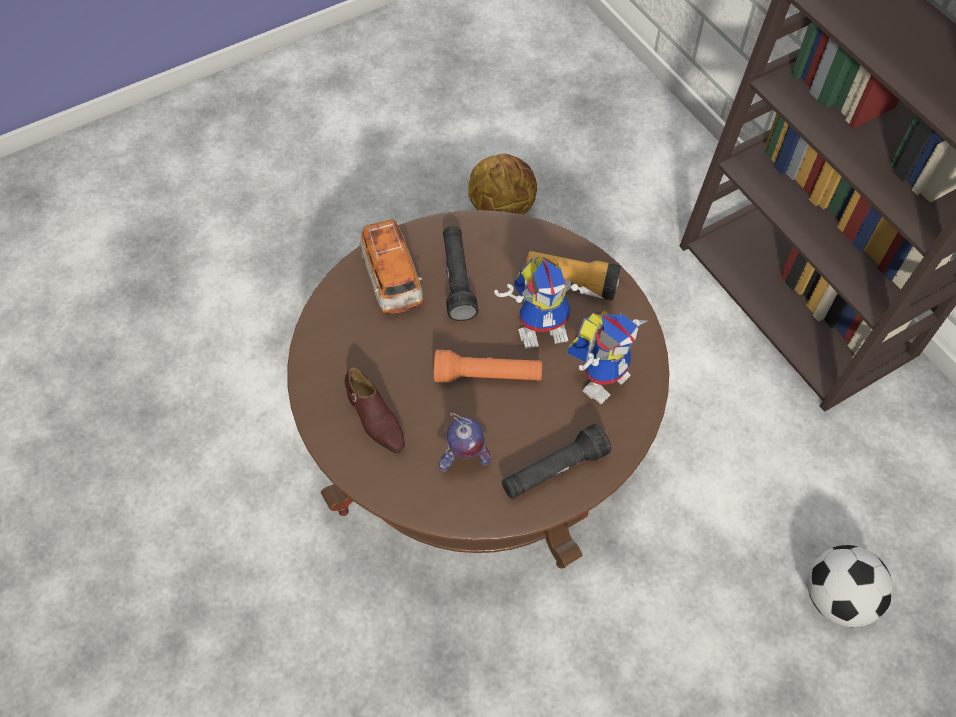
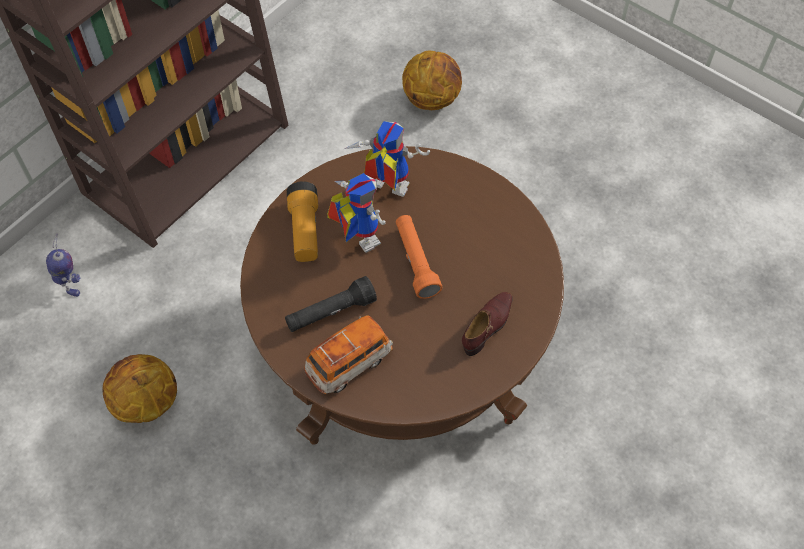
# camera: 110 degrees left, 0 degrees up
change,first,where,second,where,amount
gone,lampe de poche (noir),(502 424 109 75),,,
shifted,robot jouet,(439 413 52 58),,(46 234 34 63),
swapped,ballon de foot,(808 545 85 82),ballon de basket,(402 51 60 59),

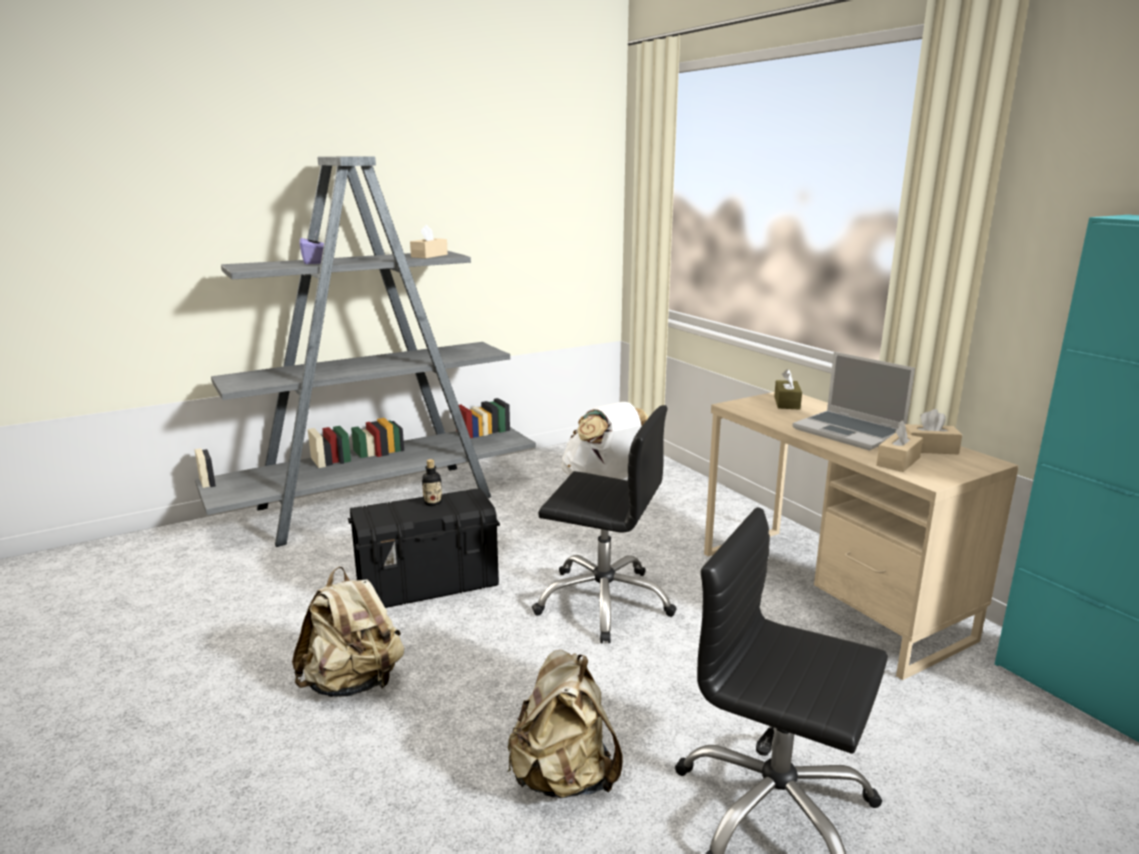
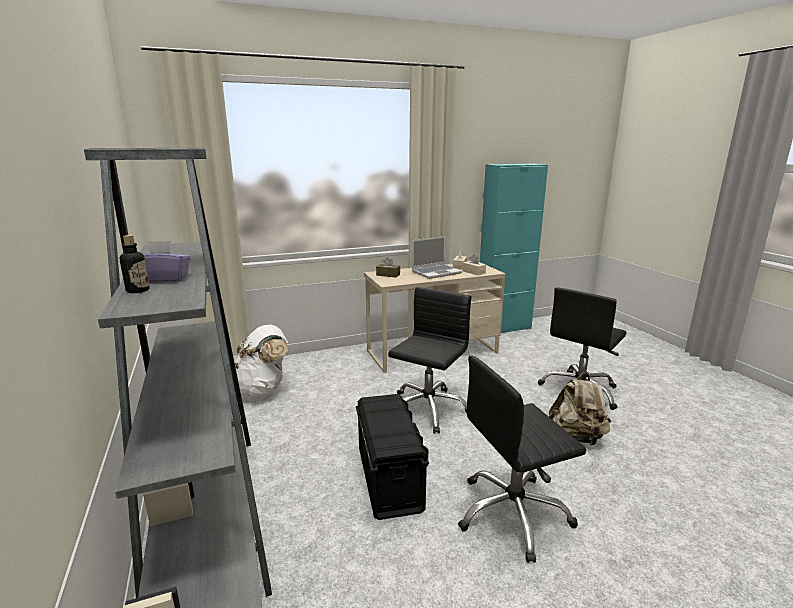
# camera: 80 degrees left, 0 degrees up
change,first,where,second,where,amount
gone,boîte à mouchoirs (beige),(410 225 38 33),,,
shifted,bouteille,(422 459 20 47),,(120 235 30 58),
swapped,sac à dos (beige),(292 567 112 130),chaise de bureau (noir),(458 356 128 207),

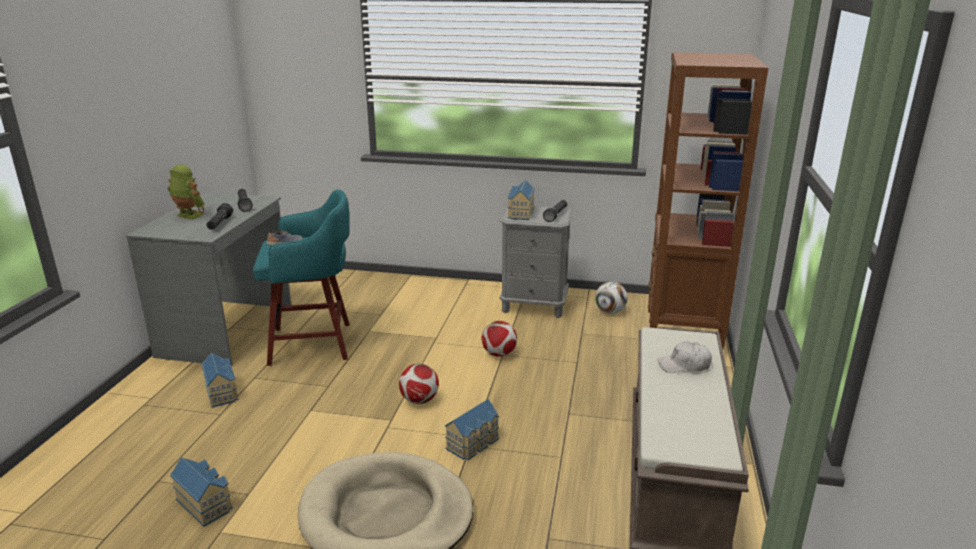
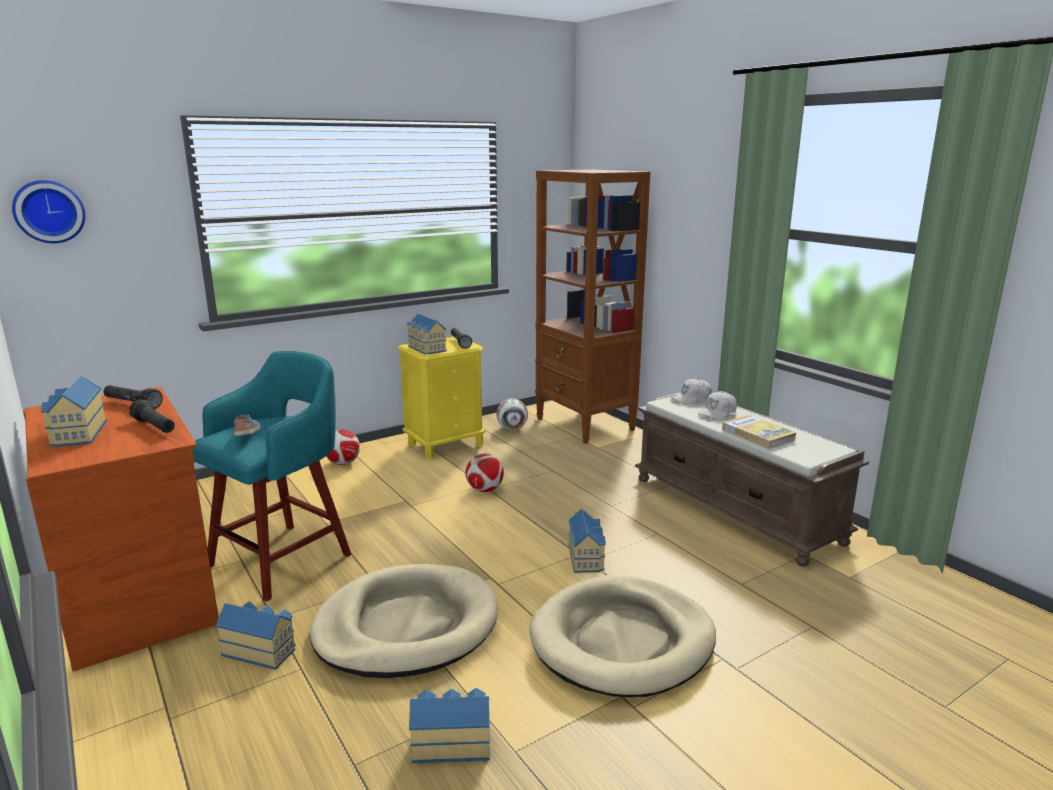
# camera: 45 degrees left, 5 degrees down
change,first,where,second,where,amount
new,,,horloge murale,(12 180 73 63),
new,,,panier pour chien (beige),(310 564 188 114),
new,,,casquette (blanc),(671 378 41 26),
new,,,livre,(722 415 74 34),
shifted,ballon de foot,(399 363 40 41),,(326 429 34 36),
swapped,robot jouet,(168 164 37 56),maison miniature,(41 375 66 72),
repainted,bureau (gris),(126 192 165 173),bureau (marron),(23 387 196 285),
repainted,table de chevet (gris),(499 206 74 112),table de chevet (jaune),(398 337 87 123),

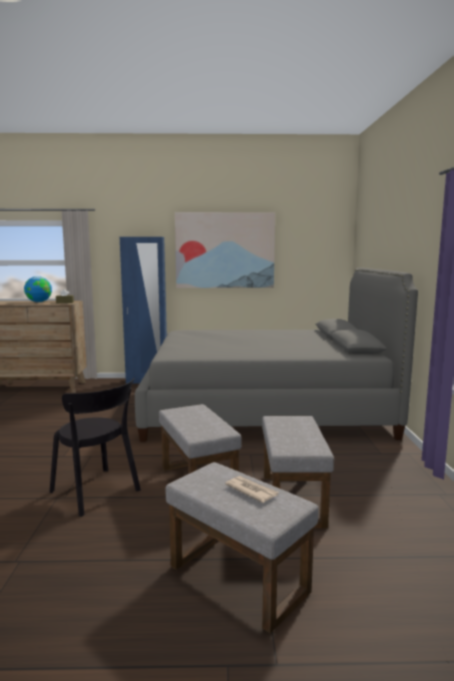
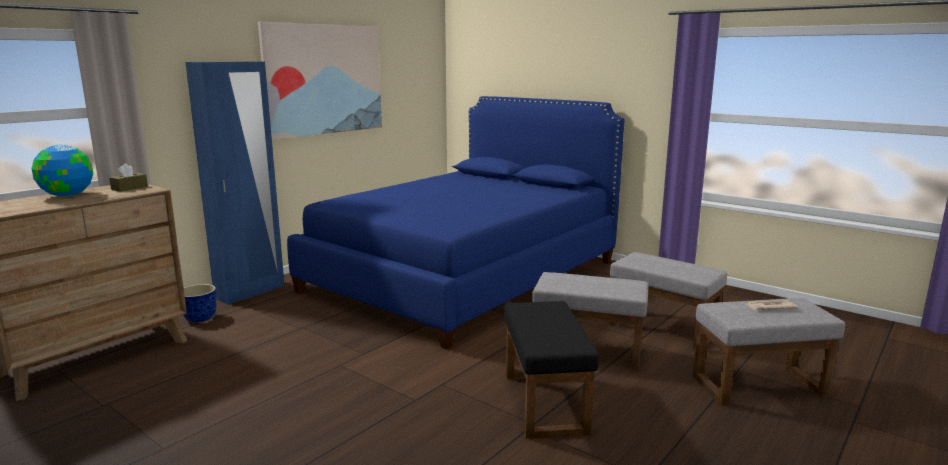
# camera: 50 degrees left, 5 degrees up
change,first,where,second,where,amount
new,,,cache-pot,(183 284 33 38),
swapped,chaise (noir),(49 378 92 139),pouf (noir),(504 301 95 138),
repainted,lit (gris),(135 268 283 174),lit (bleu),(287 96 338 254),

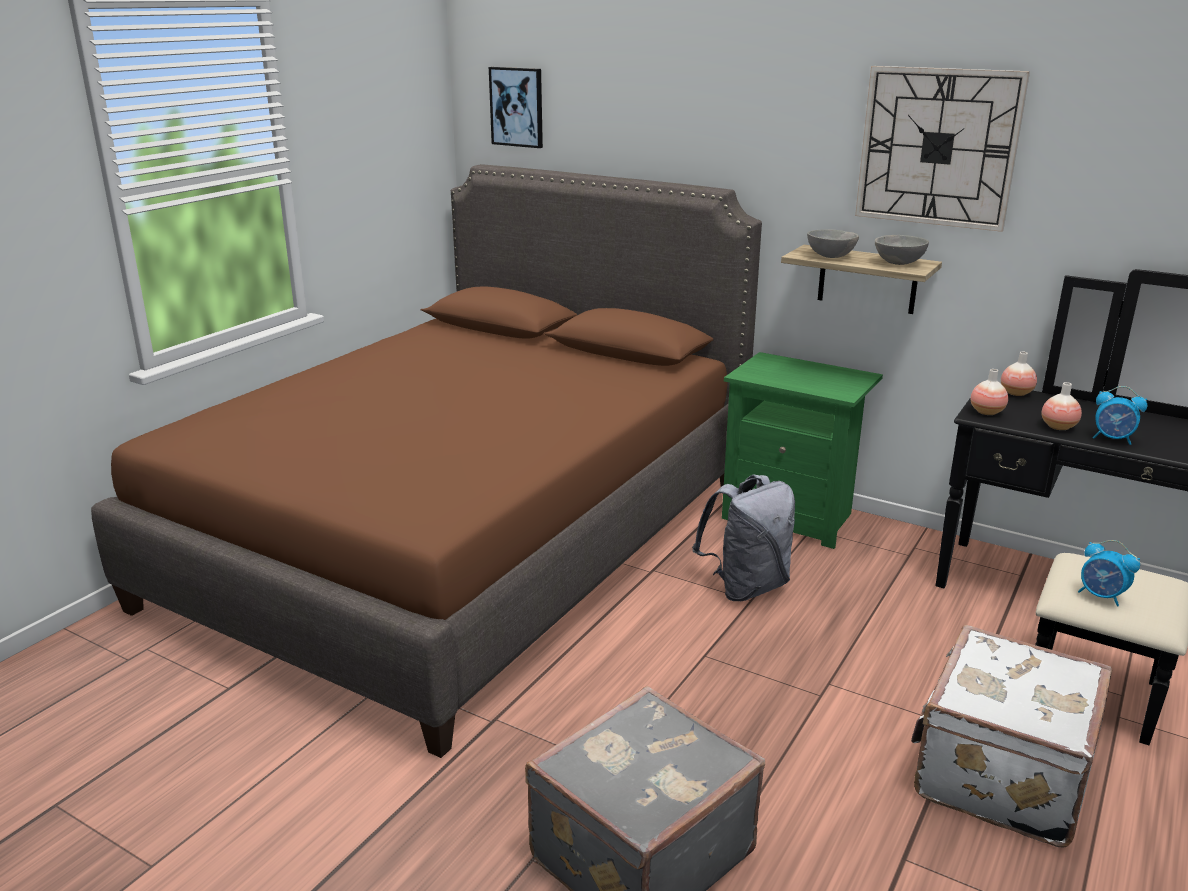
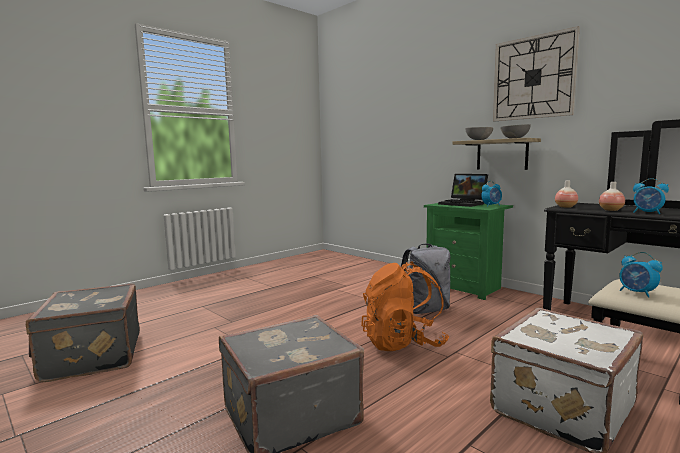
# camera: 15 degrees right, 15 degrees down
change,first,where,second,where,amount
gone,lit (marron),(91 164 671 594),,,
gone,tableau,(489 67 54 81),,,
gone,vase,(1001 352 36 44),,,
new,,,valise (gris),(26 284 114 98),
new,,,sac à dos (orange),(361 261 89 90),
new,,,ordinateur portable,(438 174 50 33),
new,,,réveil,(481 181 21 25),

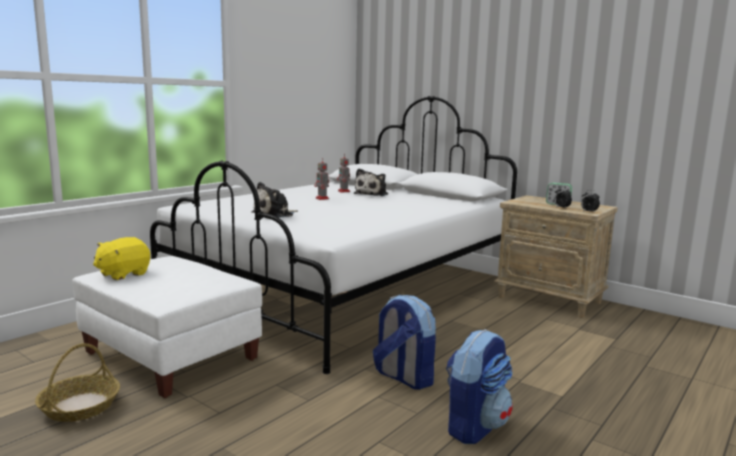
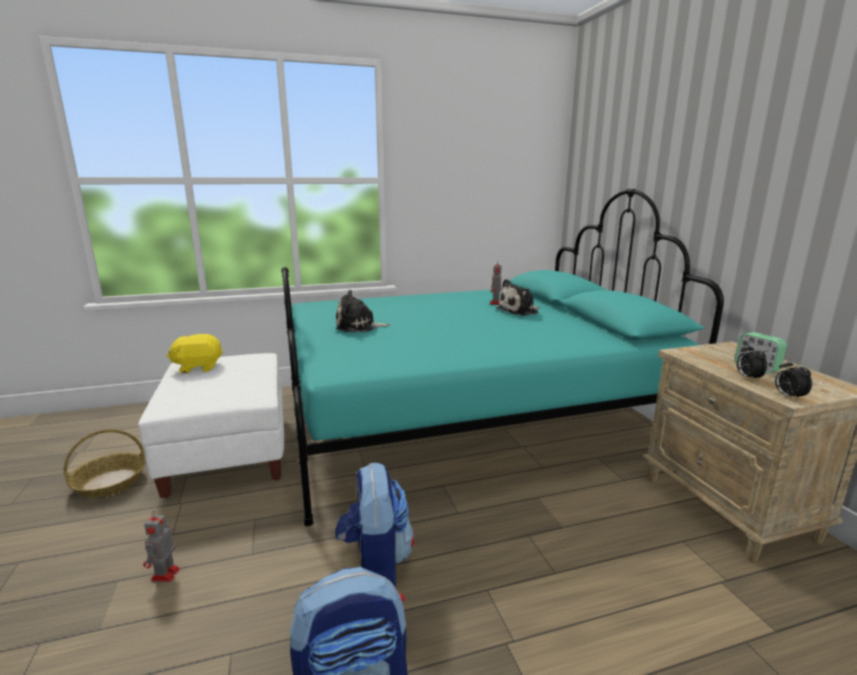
# camera: 35 degrees right, 5 degrees up
change,first,where,second,where,amount
shifted,robot jouet,(314 161 15 39),,(143 511 37 71),
repainted,lit (blanc),(150 96 367 278),lit (turquoise),(281 189 443 337),

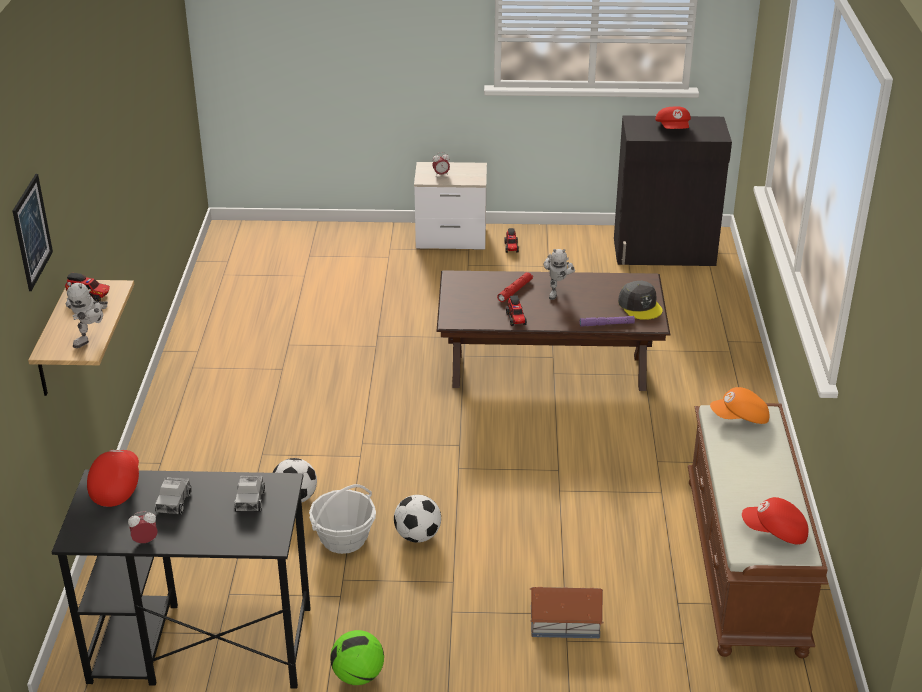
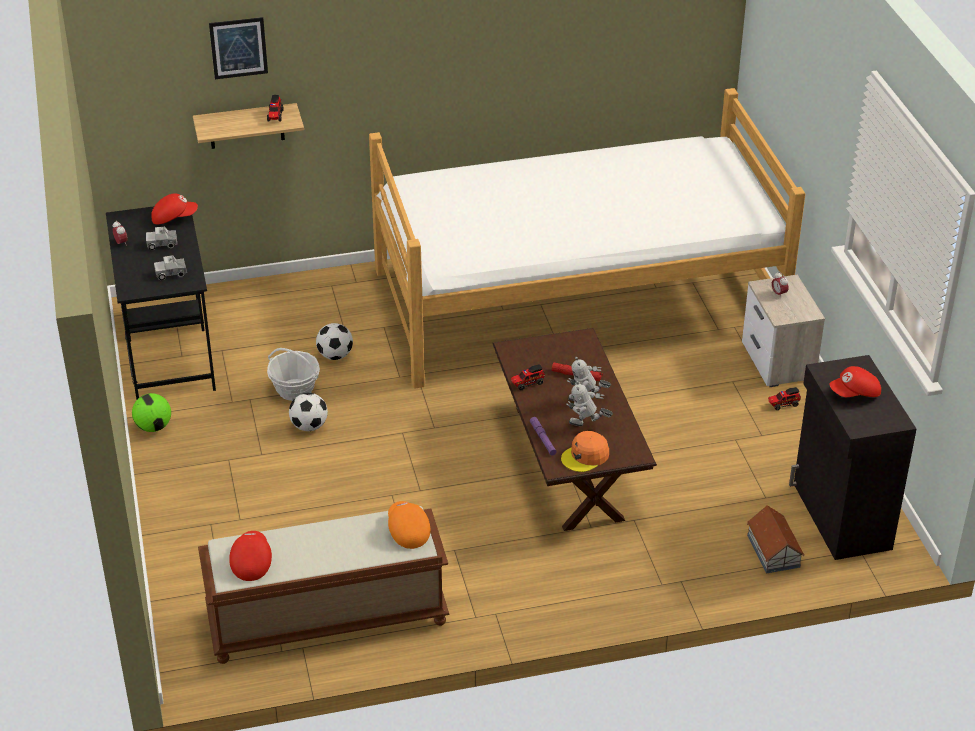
# camera: 75 degrees right, 5 degrees up
change,first,where,second,where,amount
new,,,lit,(369 88 437 301),
shifted,robot jouet,(66 282 42 66),,(566 381 47 46),
shifted,maison miniature,(530 587 74 51),,(747 505 57 68),
repainted,casquette (gris),(618 281 44 39),casquette (orange),(561 431 48 41),

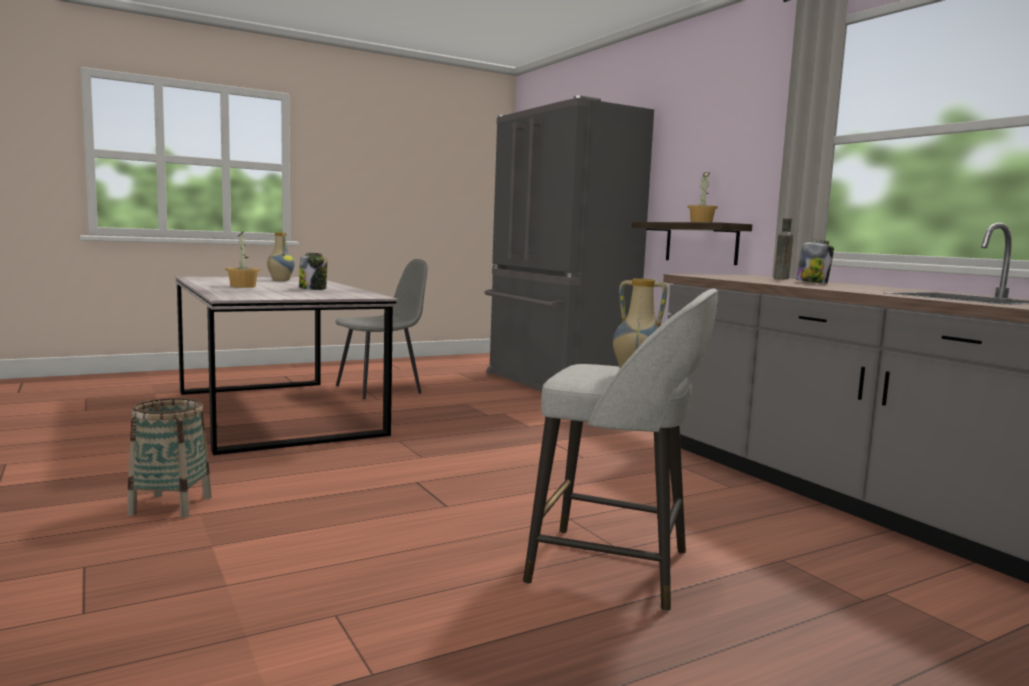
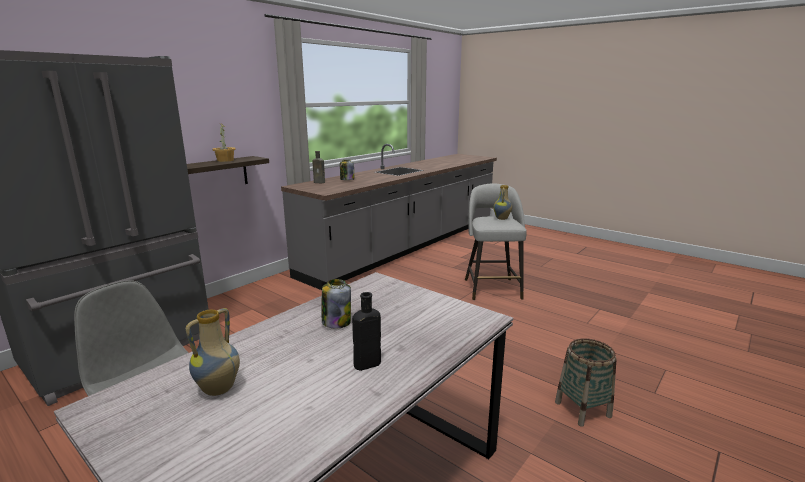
# camera: 110 degrees left, 10 degrees up
change,first,where,second,where,amount
swapped,plante en pot,(225 232 35 56),bouteille (noir),(352 292 29 79),

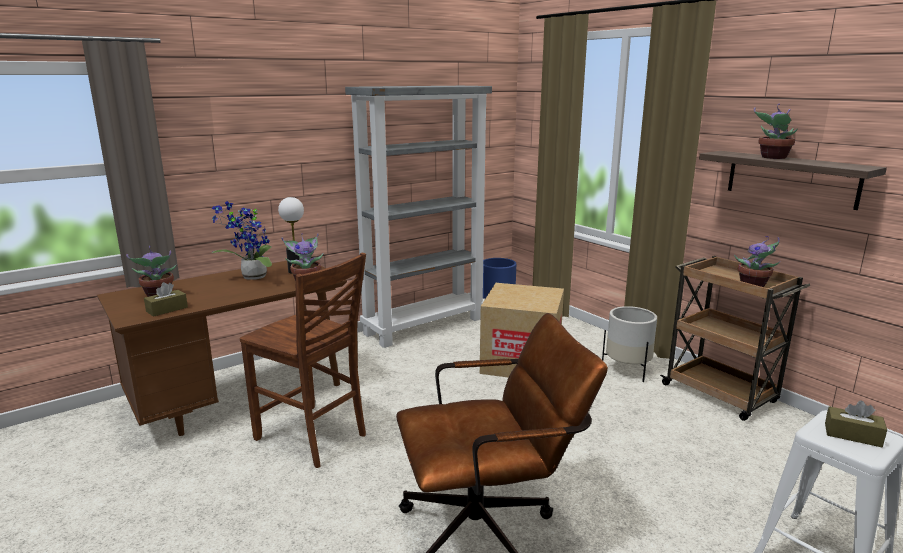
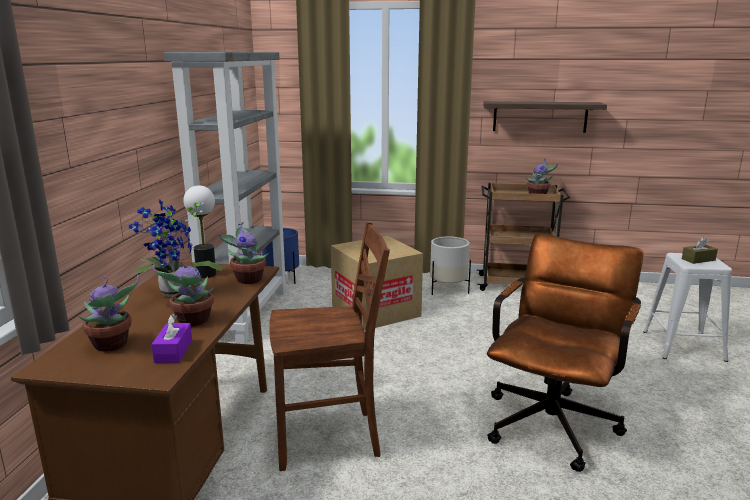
# camera: 45 degrees left, 0 degrees up
change,first,where,second,where,amount
shifted,plante en pot,(754 104 44 55),,(152 258 62 68),
repainted,boîte à mouchoirs (marron),(144 282 44 35),boîte à mouchoirs (violet),(151 314 41 49),

